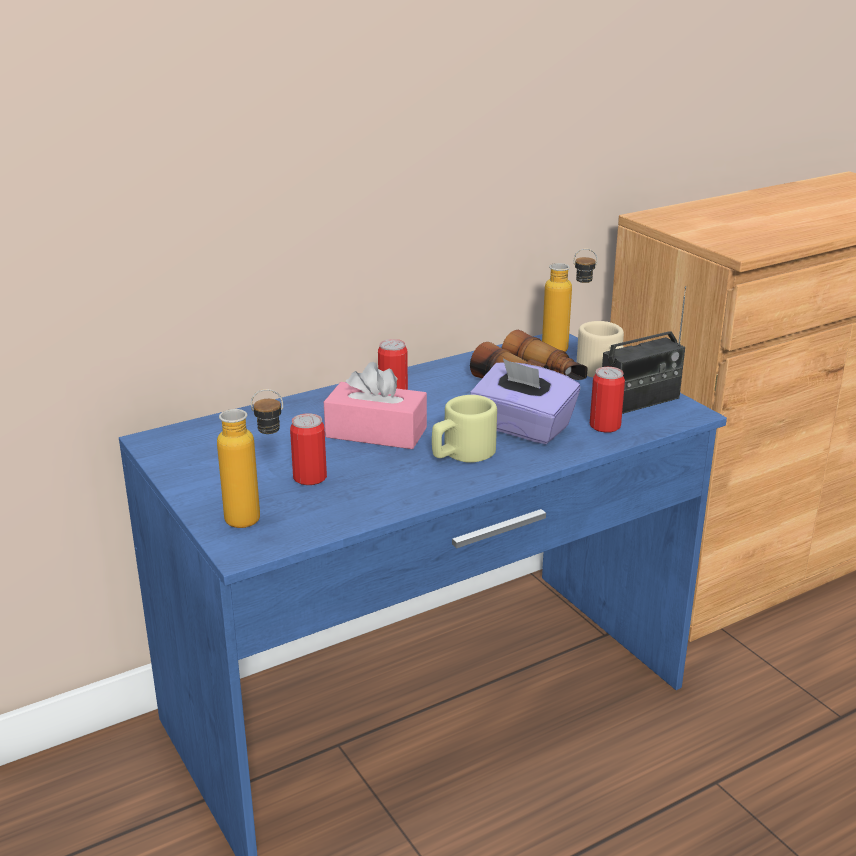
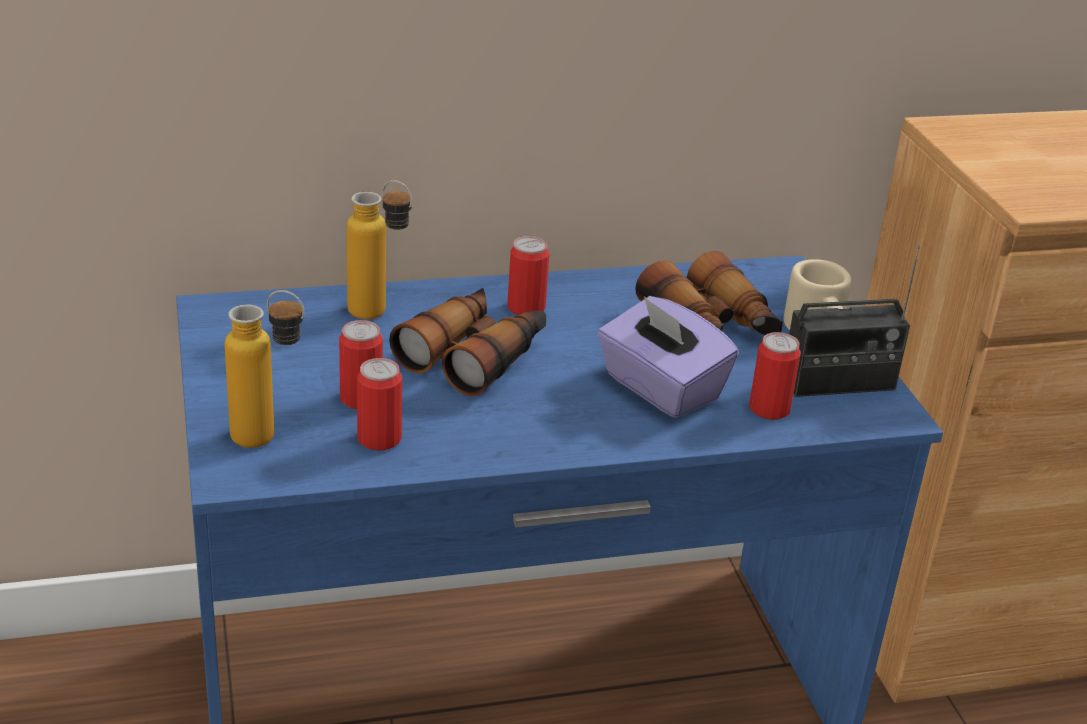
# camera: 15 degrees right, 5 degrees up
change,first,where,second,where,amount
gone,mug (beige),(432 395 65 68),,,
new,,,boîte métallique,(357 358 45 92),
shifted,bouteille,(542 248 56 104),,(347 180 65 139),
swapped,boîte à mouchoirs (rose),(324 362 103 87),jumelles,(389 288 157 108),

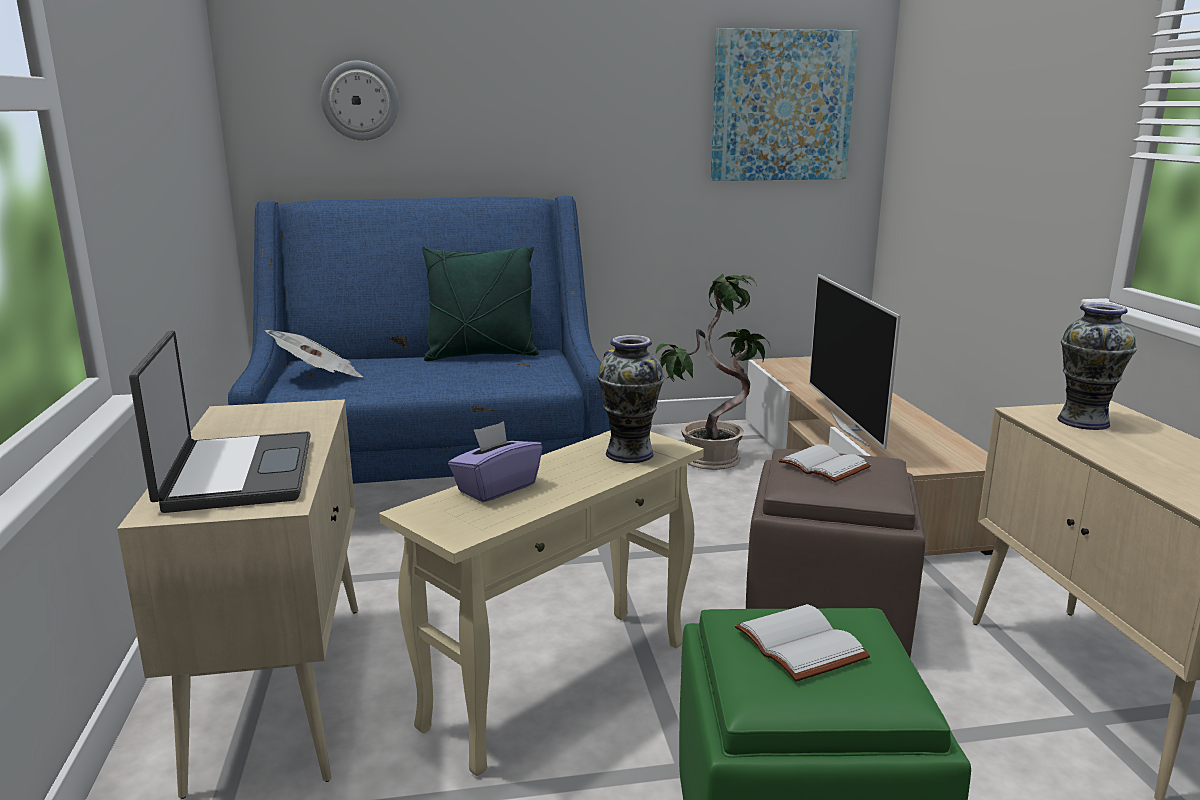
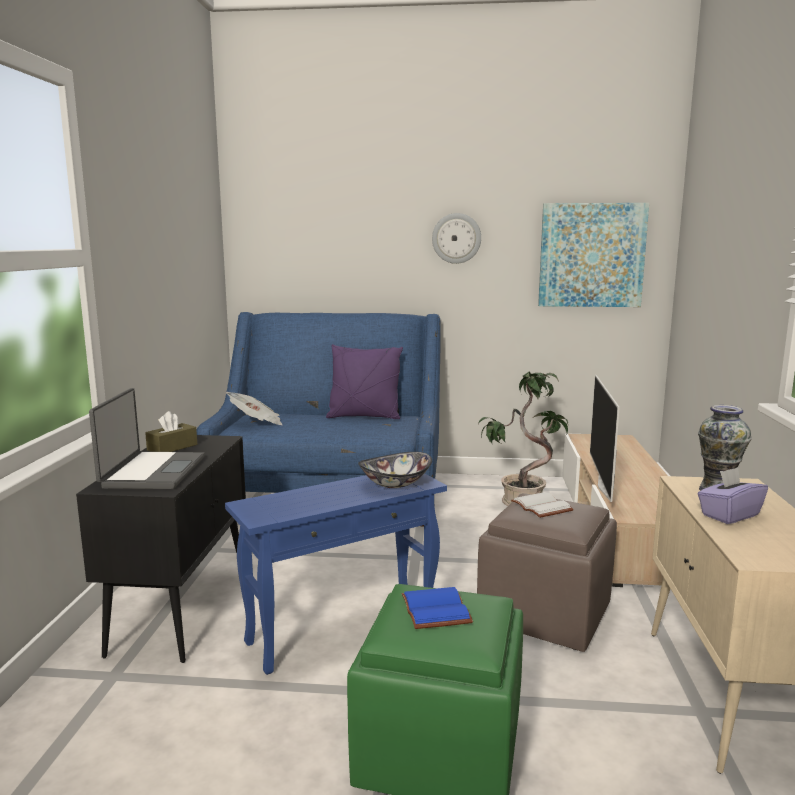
# camera: 15 degrees right, 5 degrees down
change,first,where,second,where,amount
new,,,boîte à mouchoirs (marron),(145 411 52 41),
shifted,horloge murale,(321 60 78 80),,(432 213 49 51),
shifted,boîte à mouchoirs (violet),(448 421 95 81),,(698 467 70 57),
swapped,vase,(597 335 67 128),bol,(358 452 74 36),
repainted,meuble de rangement (beige),(117 399 241 400),meuble de rangement (noir),(76 435 170 228),
repainted,table d'appoint (beige),(379 430 325 346),table d'appoint (bleu),(225 473 222 202),
repainted,coussin (vert),(422 246 117 115),coussin (violet),(326 344 77 75),
repainted,livre (blanc),(735 604 135 77),livre (bleu),(402 587 71 42),

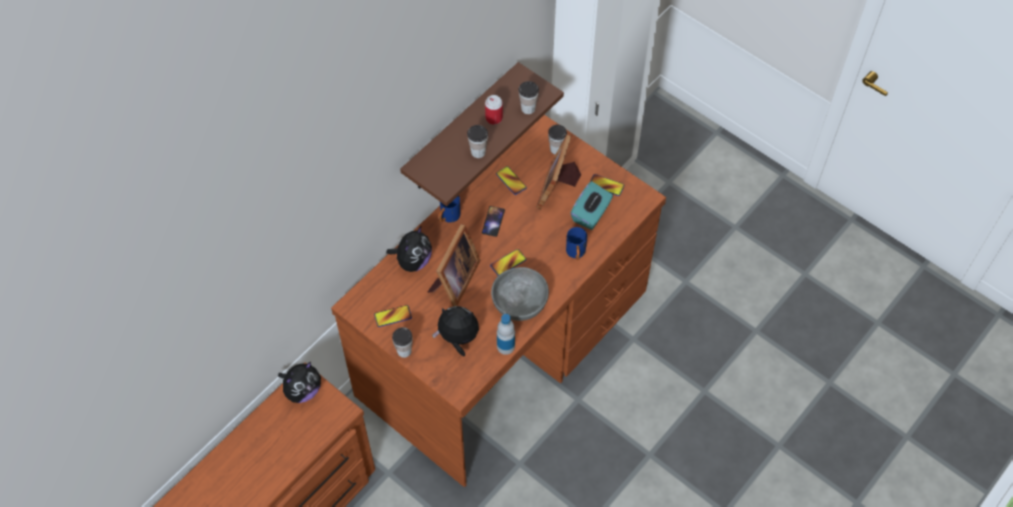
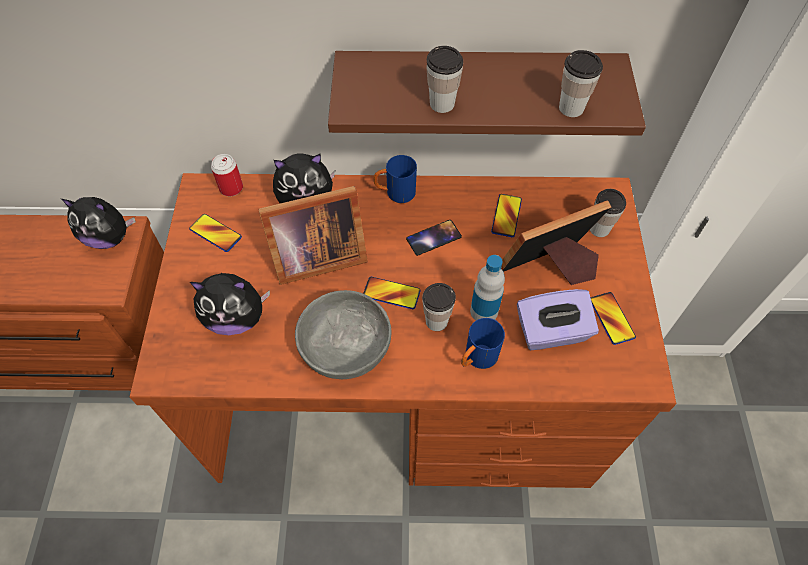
# camera: 50 degrees right, 0 degrees up
change,first,where,second,where,amount
shifted,tasse,(392 327 21 31),,(422 283 34 48),
shifted,boîte métallique,(485 95 18 29),,(211 154 32 42),
shifted,bouteille,(497 314 18 41),,(470 255 35 66),
repainted,boîte à mouchoirs (turquoise),(571 181 42 49),boîte à mouchoirs (violet),(517 289 82 61),
rotated,peluche,(432 306 47 50),,(190 273 80 62),120 degrees clockwise

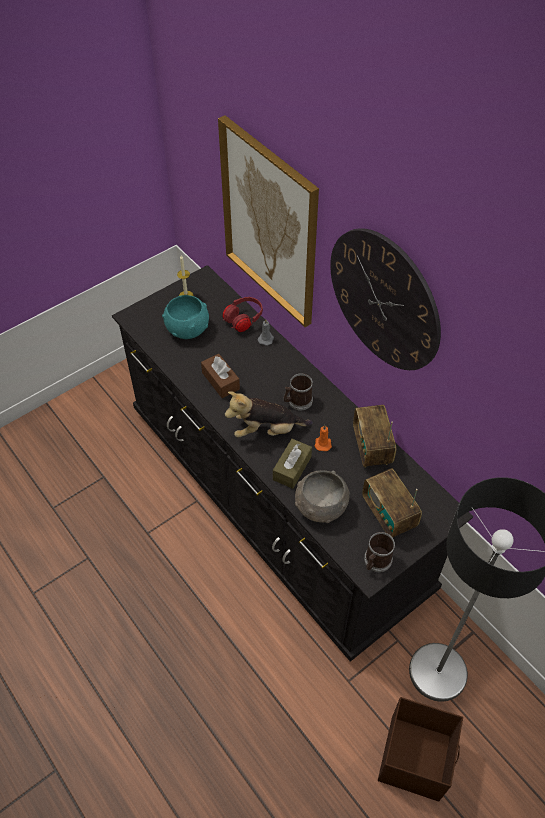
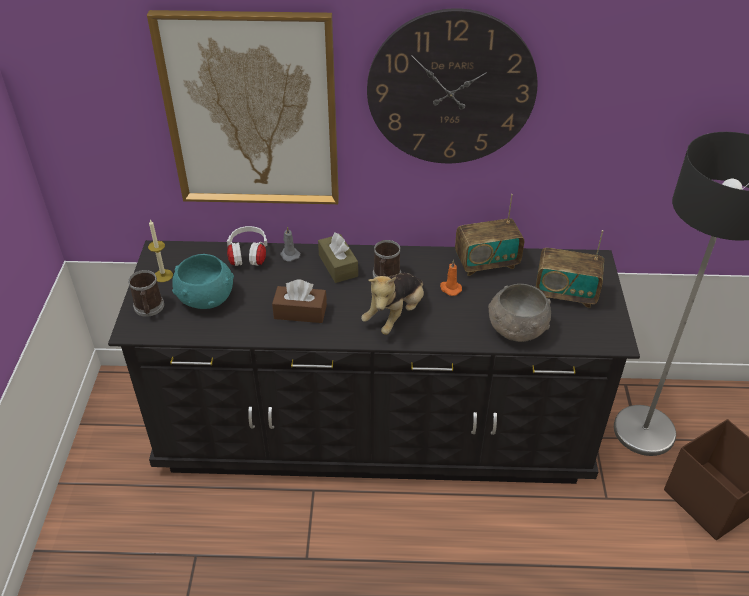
# camera: 50 degrees left, 10 degrees down
change,first,where,second,where,amount
shifted,boîte à mouchoirs (marron),(273 439 39 50),,(318 232 40 51),
shifted,mug,(364 532 31 40),,(128 270 36 47),
repainted,casque audio (rouge),(222 297 41 35),casque audio (blanc),(227 226 40 40),
rotated,radio,(353 405 43 63),,(455 194 69 82),45 degrees counterclockwise

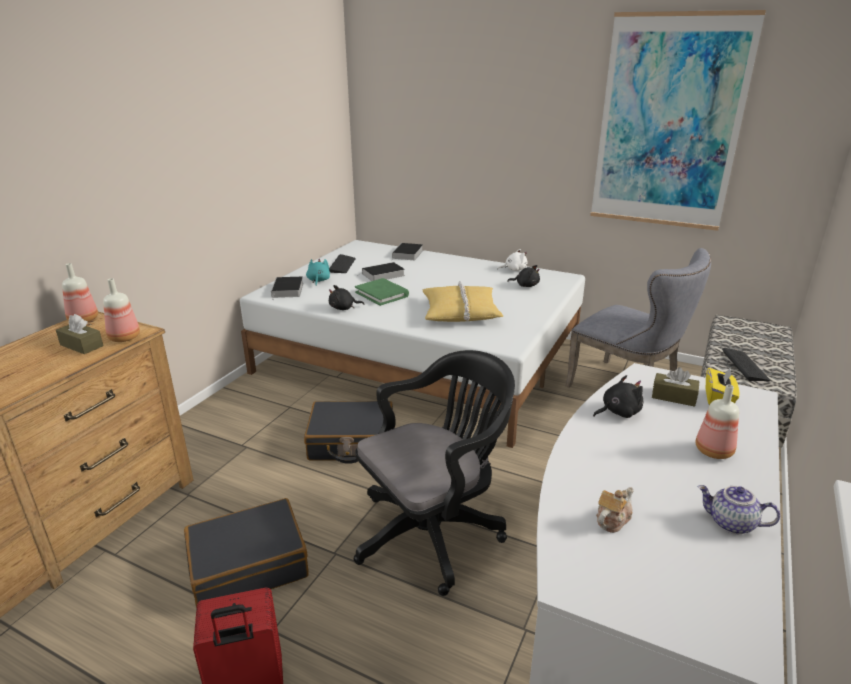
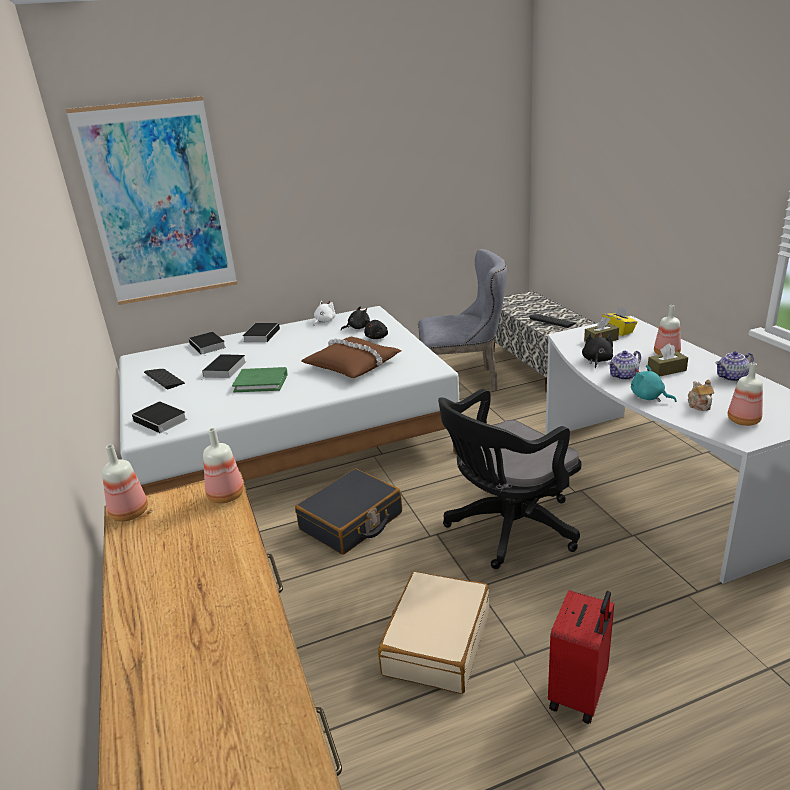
# camera: 45 degrees left, 0 degrees up
change,first,where,second,where,amount
new,,,livre,(242 323 38 19),
new,,,théière,(608 351 33 29),
new,,,bouteille,(728 363 35 63),
shifted,boîte à mouchoirs (marron),(56 314 47 40),,(648 343 40 34),
shifted,peluche (turquoise),(306 259 24 27),,(631 365 46 37),
shifted,peluche (noir),(329 285 35 25),,(364 320 24 19),
shifted,tableau,(590 10 176 221),,(66 96 171 209),
repainted,valise (noir),(184 498 125 110),valise (beige),(378 571 111 123),
repainted,coussin (jaune),(423 281 80 41),coussin (marron),(301 337 101 41),
rotated,chaise de bureau (noir),(354 350 161 246),,(438 389 143 180),135 degrees counterclockwise

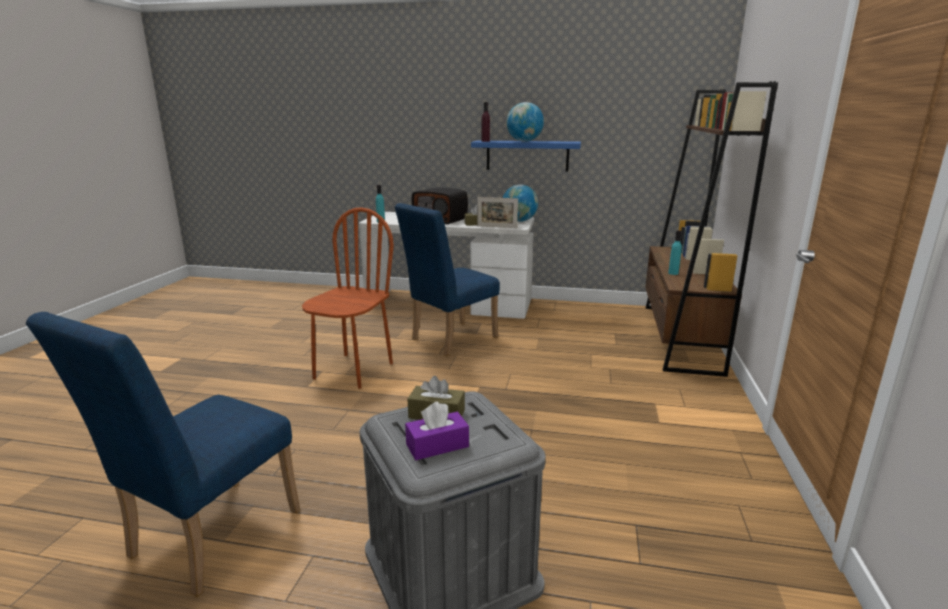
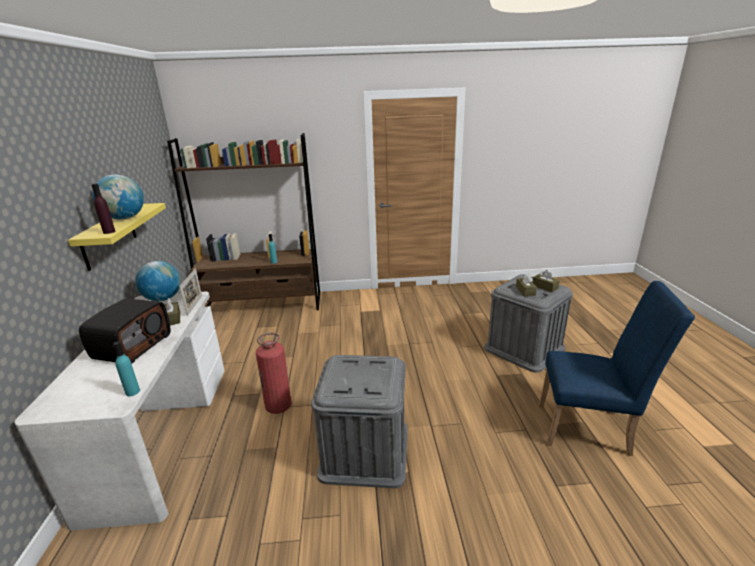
# camera: 105 degrees left, 5 degrees up
change,first,where,second,where,amount
swapped,chaise (marron),(302 207 92 182),boîte de rangement (gris),(311 355 97 133),
swapped,chaise (bleu),(395 203 105 153),extincteur,(256 333 35 81),
repainted,boîte à mouchoirs (violet),(405 401 64 59),boîte à mouchoirs (marron),(533 270 27 22),
repainted,étagère (bleu),(471 140 110 31),étagère (jaune),(68 203 98 68),

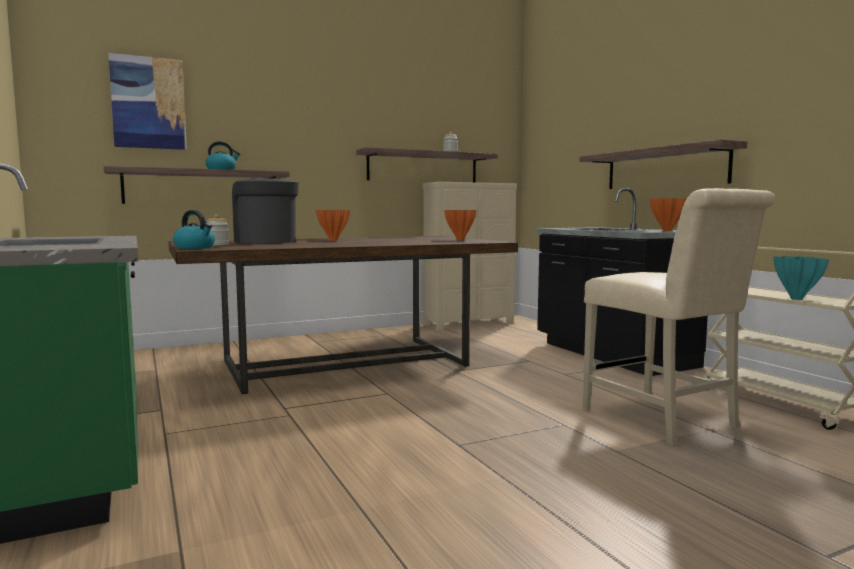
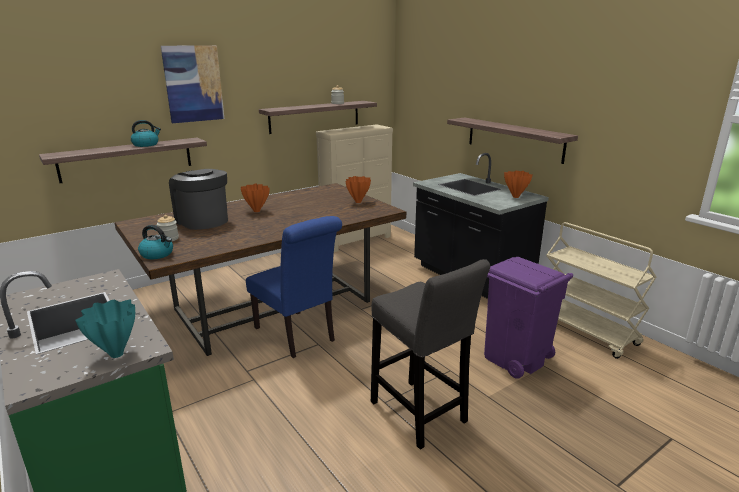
# camera: 10 degrees left, 15 degrees up
change,first,where,second,where,amount
new,,,chaise (bleu),(246 216 96 142),
new,,,tabouret (gris),(371 259 119 191),
shifted,tableau,(109 53 78 97),,(161 45 63 78),
shifted,vase (turquoise),(773 256 56 44),,(75 300 60 58),
swapped,chaise (beige),(583 188 192 257),poubelle (violet),(484 257 89 122),

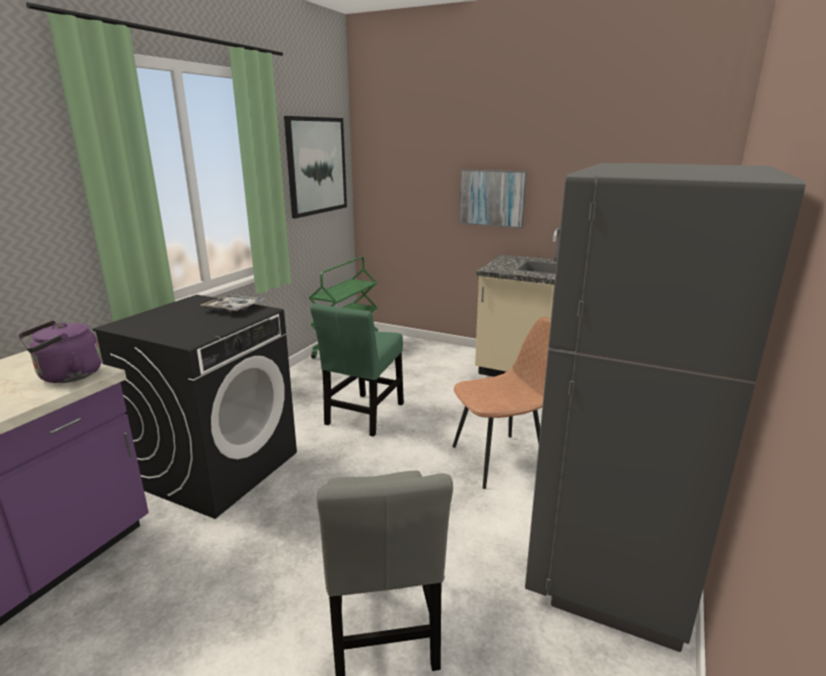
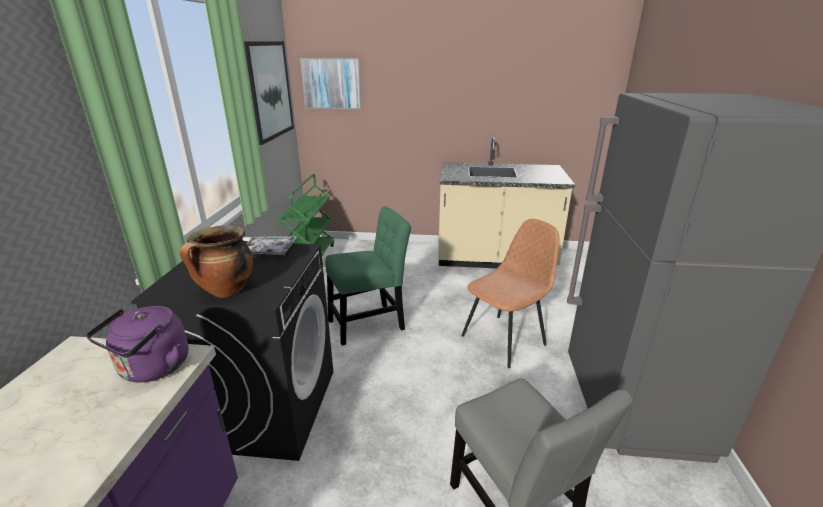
# camera: 20 degrees left, 5 degrees up
change,first,where,second,where,amount
new,,,marmite,(179 225 74 73),
shifted,tableau,(459 169 68 59),,(300 58 62 51),
rotated,chaise (vert),(310 303 94 134),,(325 206 86 140),120 degrees counterclockwise

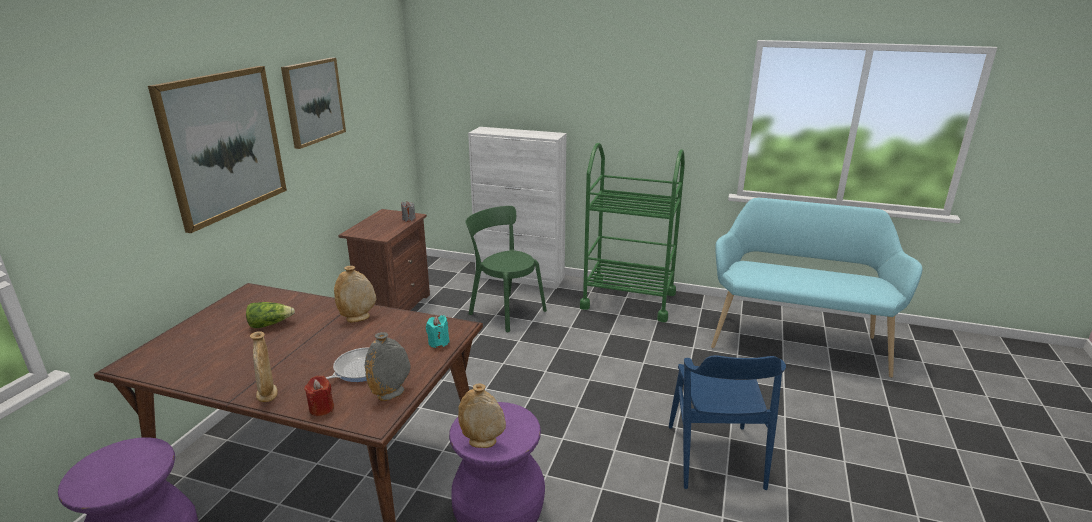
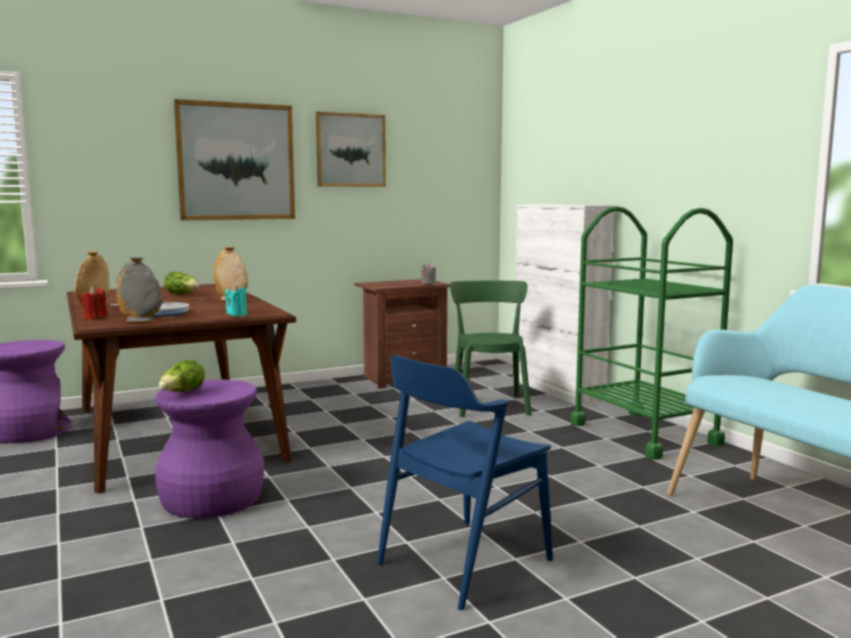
# camera: 45 degrees right, 15 degrees down
change,first,where,second,where,amount
swapped,vase (beige),(458 384 48 64),laitue,(159 359 46 33),

